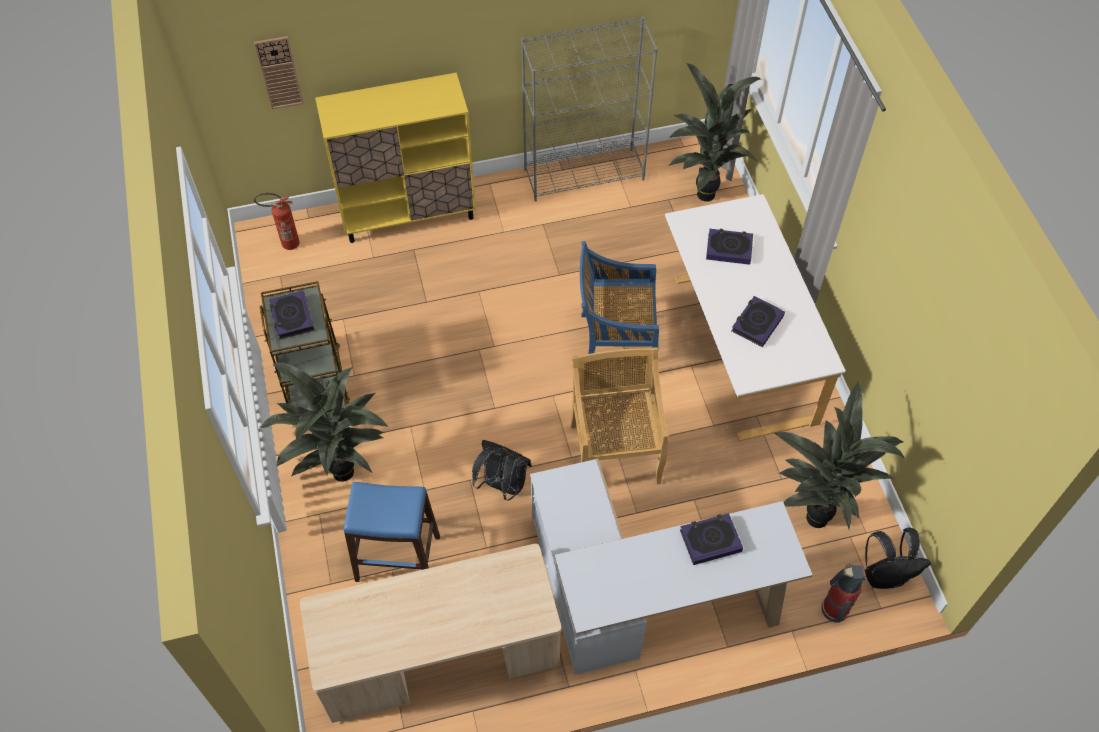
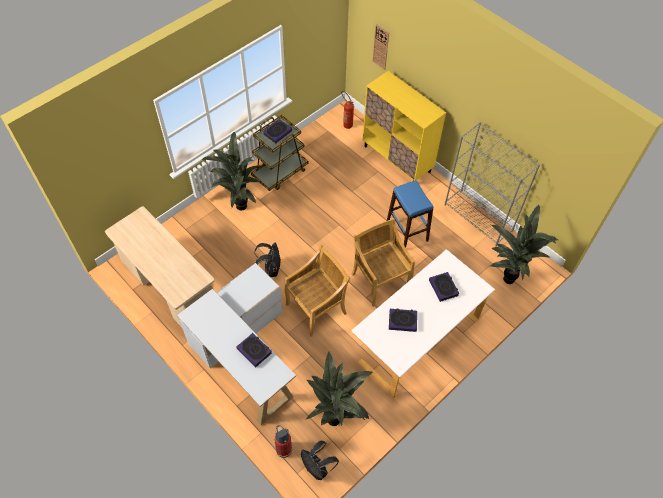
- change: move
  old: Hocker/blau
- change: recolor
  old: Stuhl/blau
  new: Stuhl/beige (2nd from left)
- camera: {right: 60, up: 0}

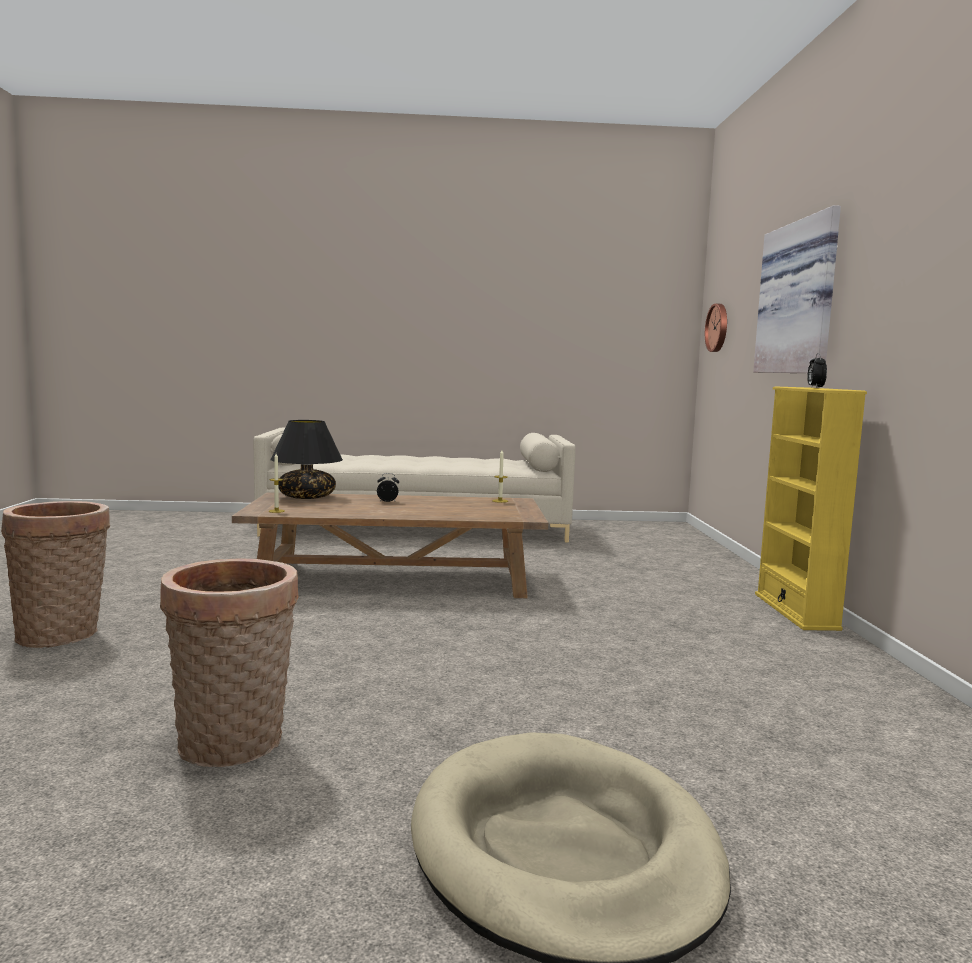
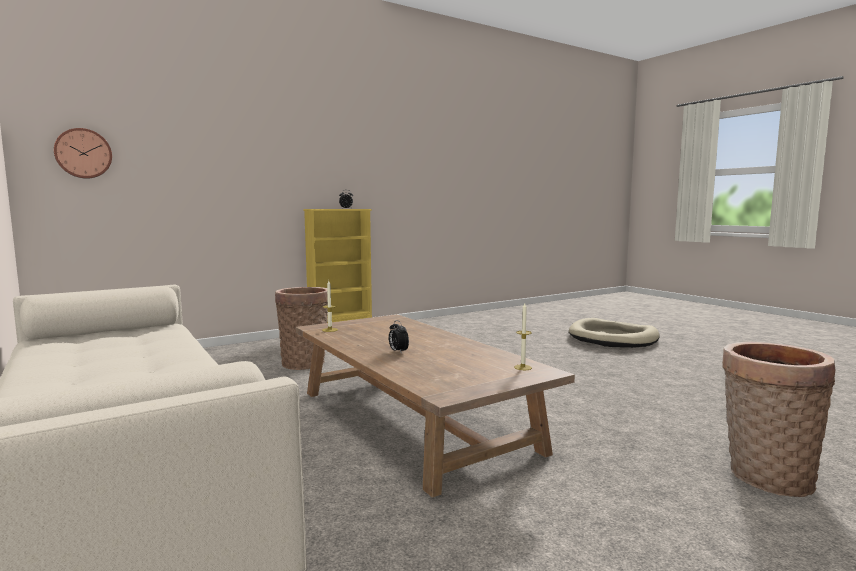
- change: delete
  old: Tischlampe/schwarz
- change: delete
  old: Bild
- change: move
  old: Korb (2nd from left in the first image)
  new: Korb (1st from left)
- camera: {right: -120, up: 0}

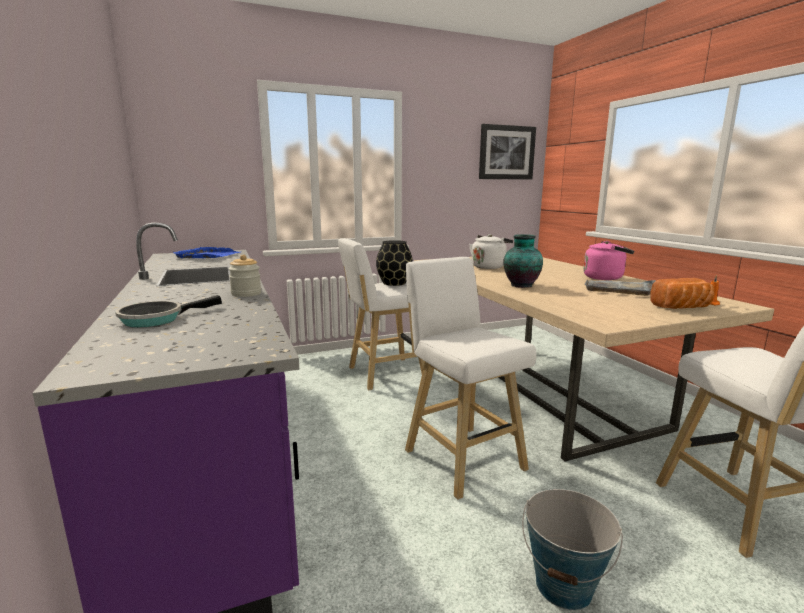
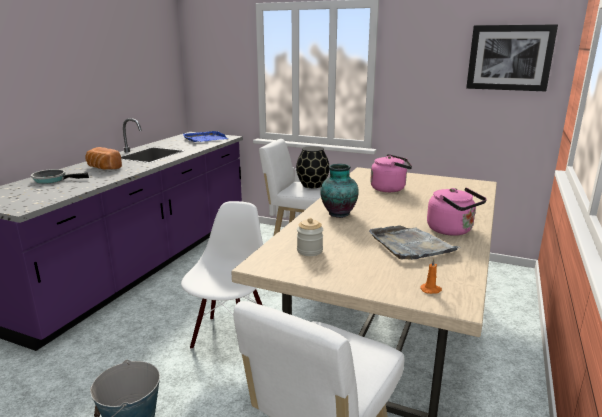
- change: move
  old: Vorratsglas
- change: move
  old: Brot
- change: replace
  old: Hocker/weiß (2nd from left)
  new: Stuhl/weiß
- change: recolor
  old: Wasserkessel/weiß
  new: Wasserkessel/rosa (1st from left)
- camera: {right: 45, up: 5}

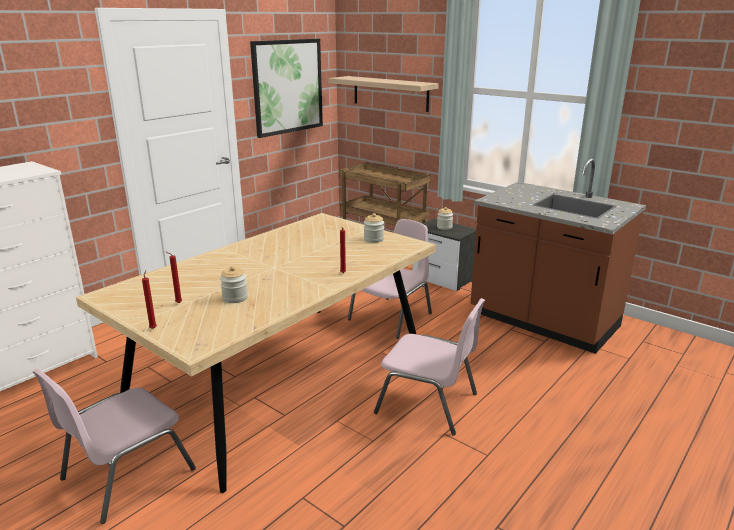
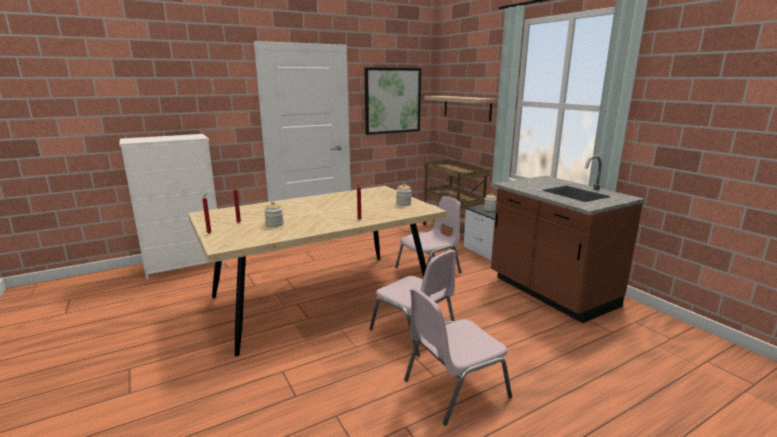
- change: move
  old: Stuhl/rosa (1st from left in the first image)
  new: Stuhl/rosa (3rd from left)
- camera: {right: 20, up: -5}

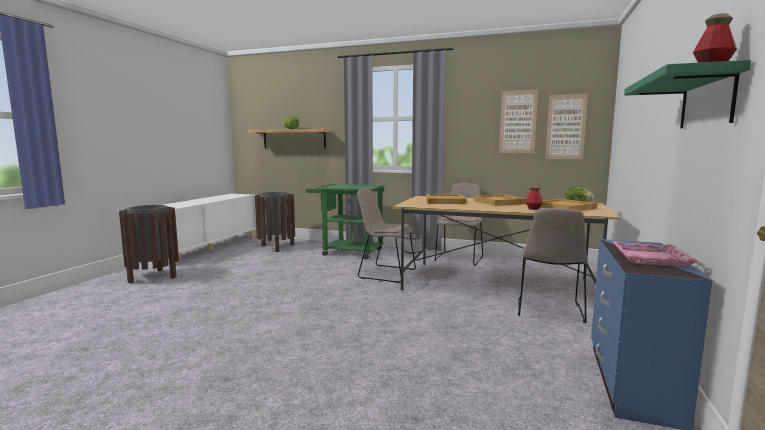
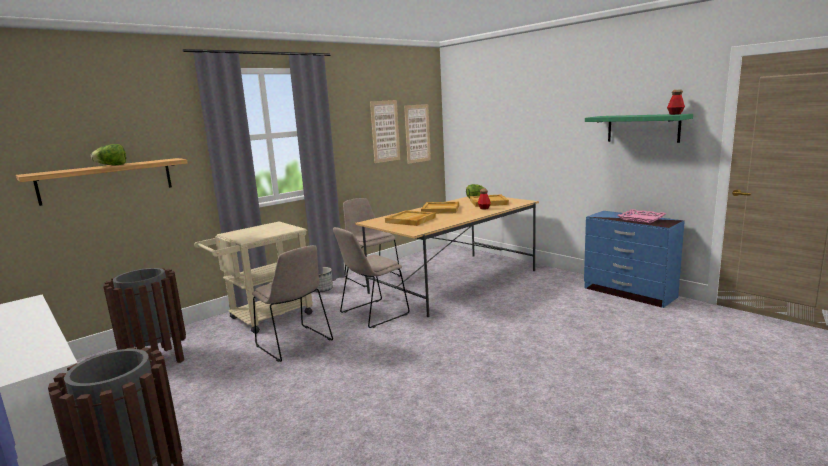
- change: move
  old: Stuhl/beige (3rd from left in the first image)
  new: Stuhl/beige (1st from left)
- change: recolor
  old: Rollwagen/grün
  new: Rollwagen/beige
- camera: {right: -60, up: 5}

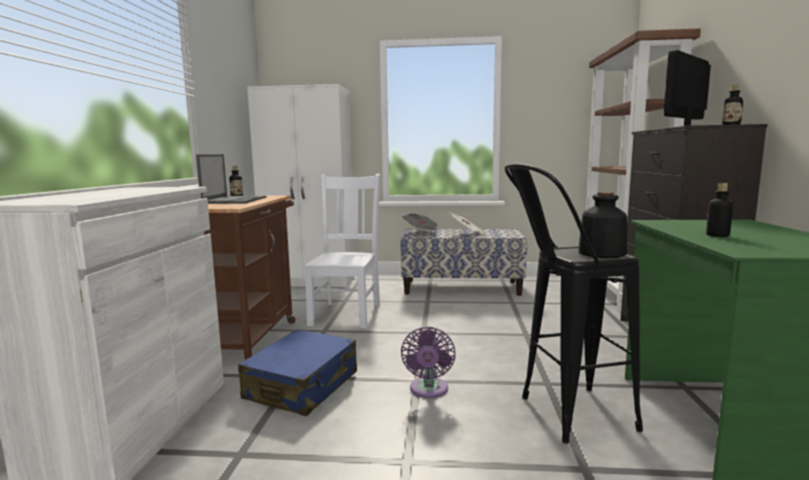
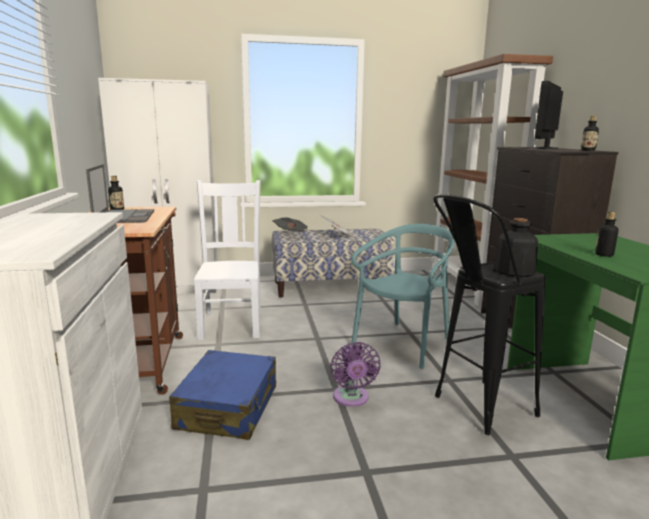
- change: insert
  new: Stuhl/türkis
- camera: {right: -15, up: 5}

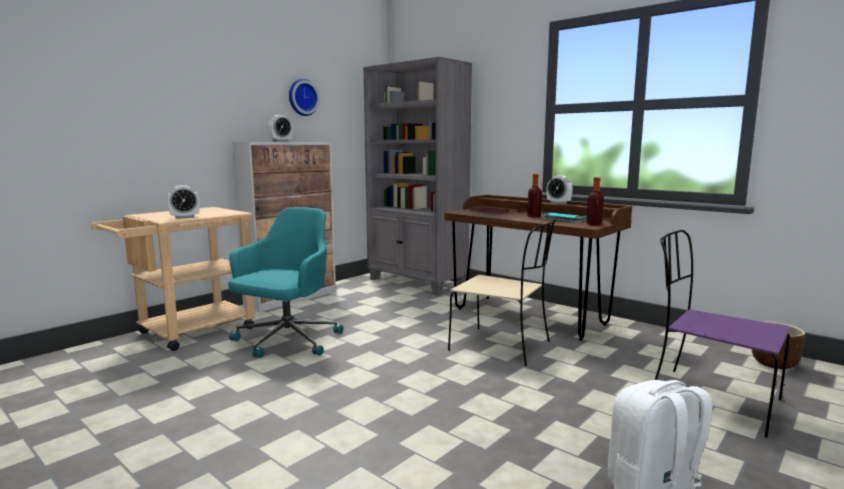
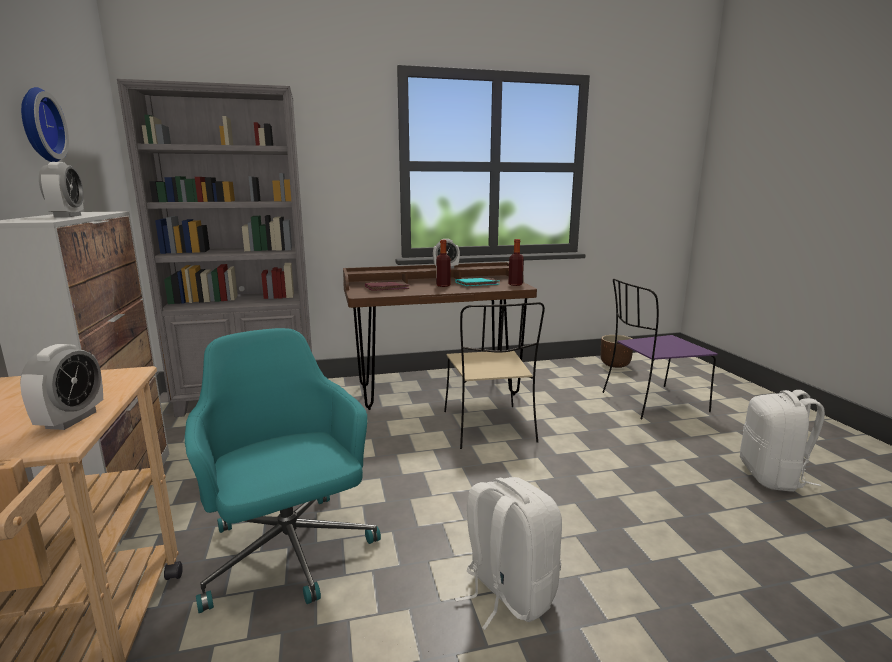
- change: insert
  new: Rucksack/weiß (1st from left)
- change: rotate
  old: Stuhl/beige
  degrees: 105
- camera: {right: -55, up: 5}

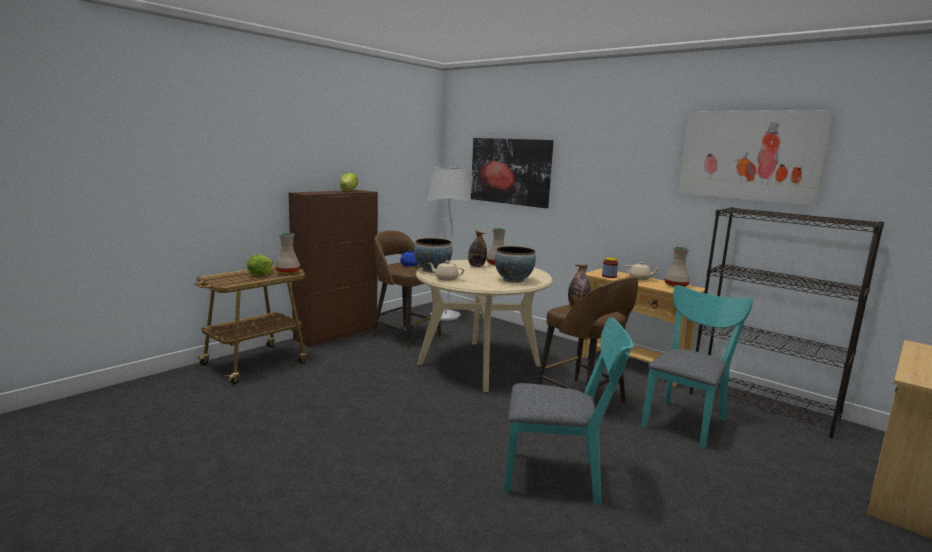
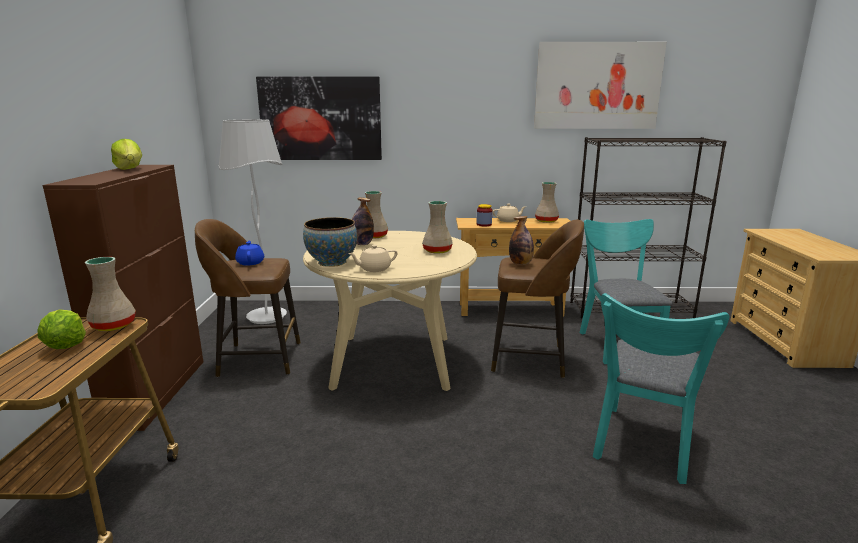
- change: replace
  old: Schüssel (2nd from left)
  new: Vase/beige (3rd from left)
- change: rotate
  old: Stuhl/türkis (1st from left in the first image)
  degrees: 150
- camera: {right: -40, up: 5}

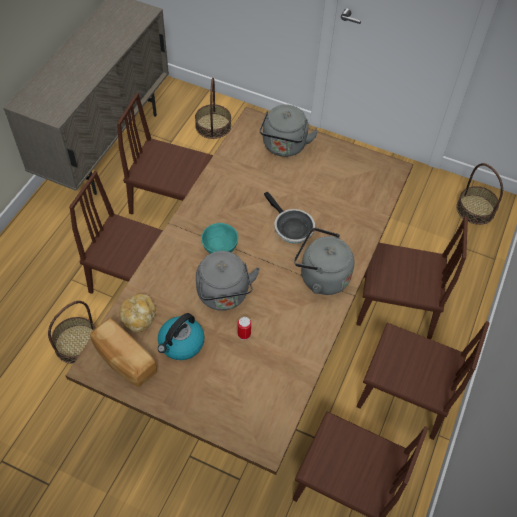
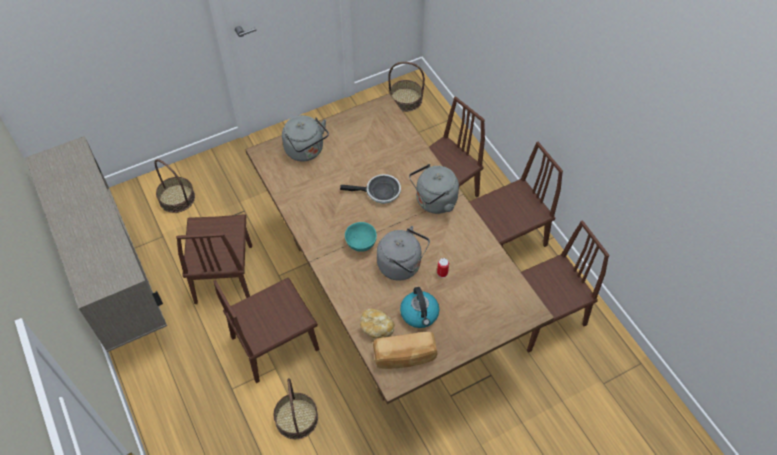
- change: rotate
  old: Stuhl/braun (2nd from left in the first image)
  degrees: -60
- camera: {right: -50, up: 0}

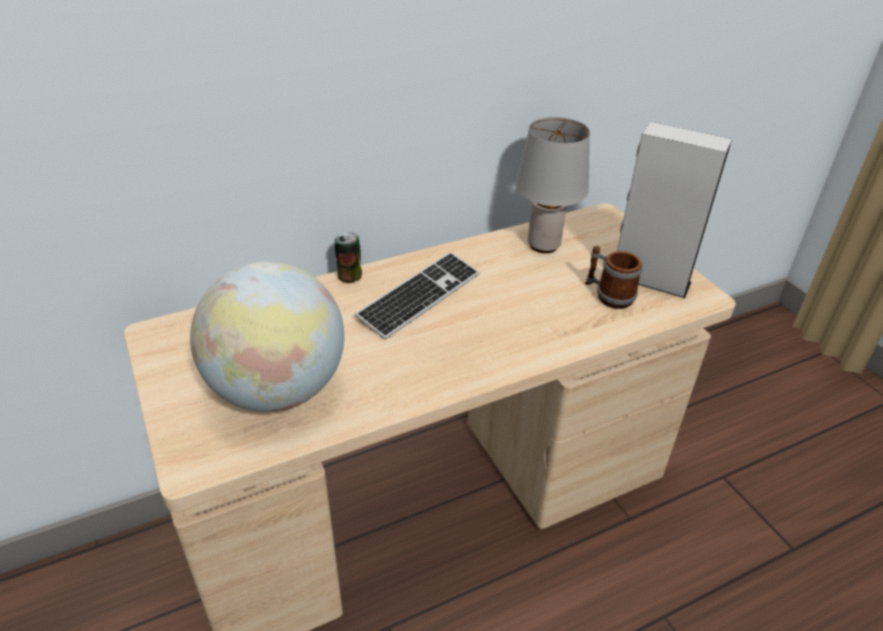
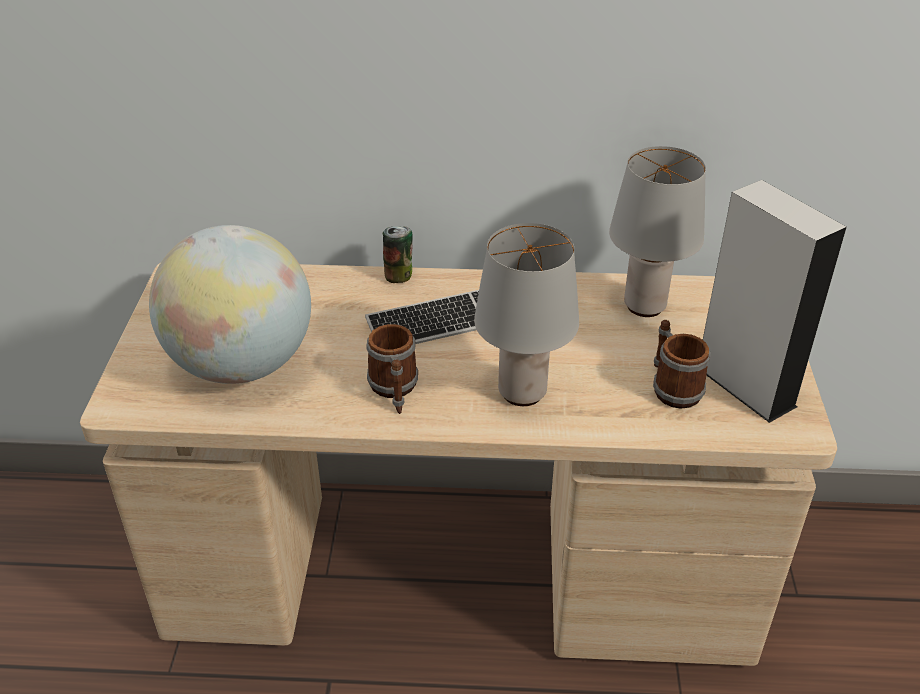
- change: insert
  new: Henkelbecher (1st from left)
- change: insert
  new: Tischlampe/grau (1st from left)
- camera: {right: 30, up: 0}

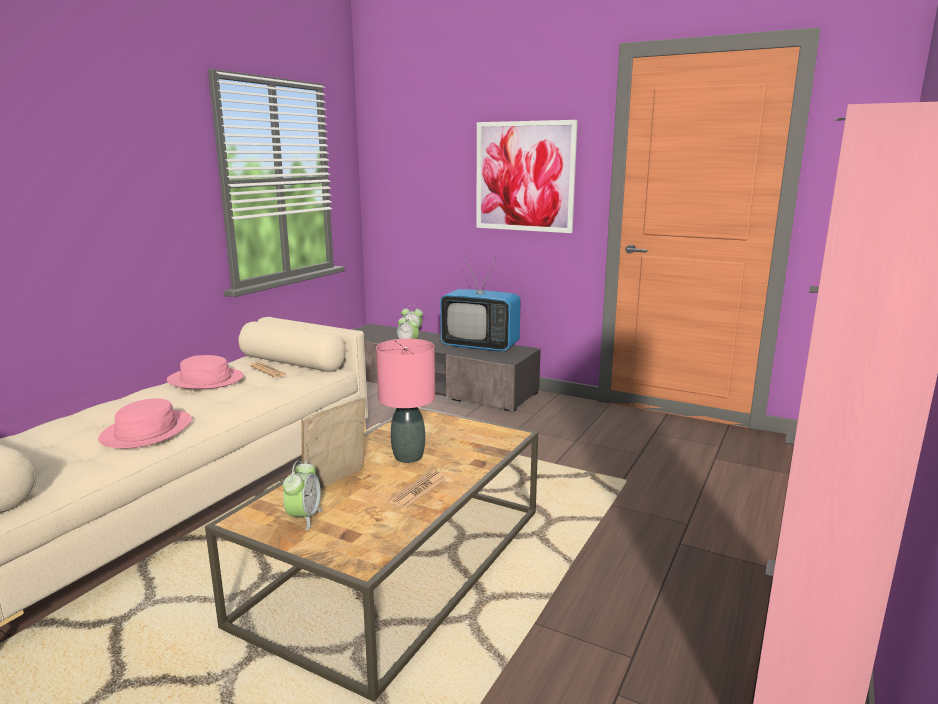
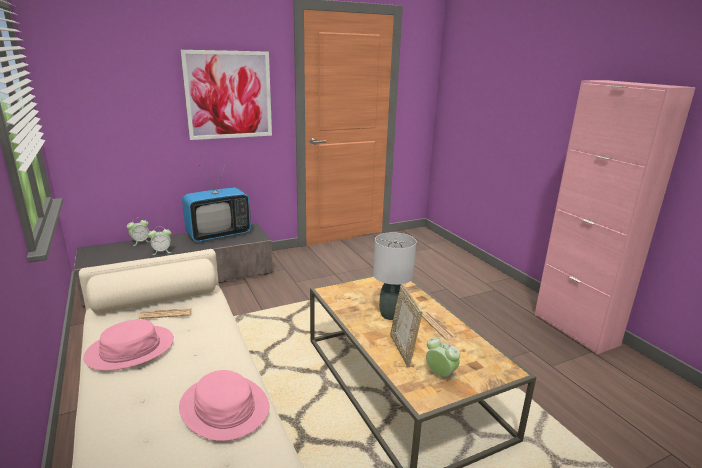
- change: recolor
  old: Tischlampe/rosa
  new: Tischlampe/grau
- camera: {right: -55, up: 5}

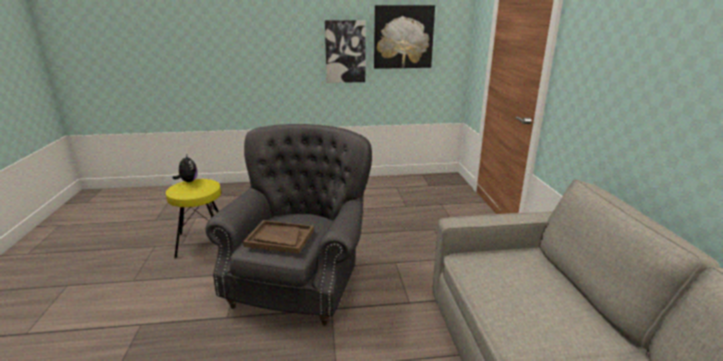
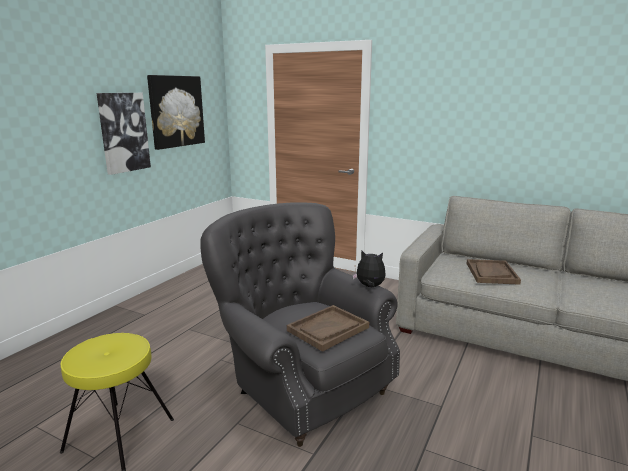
- change: insert
  new: Tablett/braun (2nd from left)
- change: move
  old: Plüschtier
- camera: {right: -55, up: -5}

